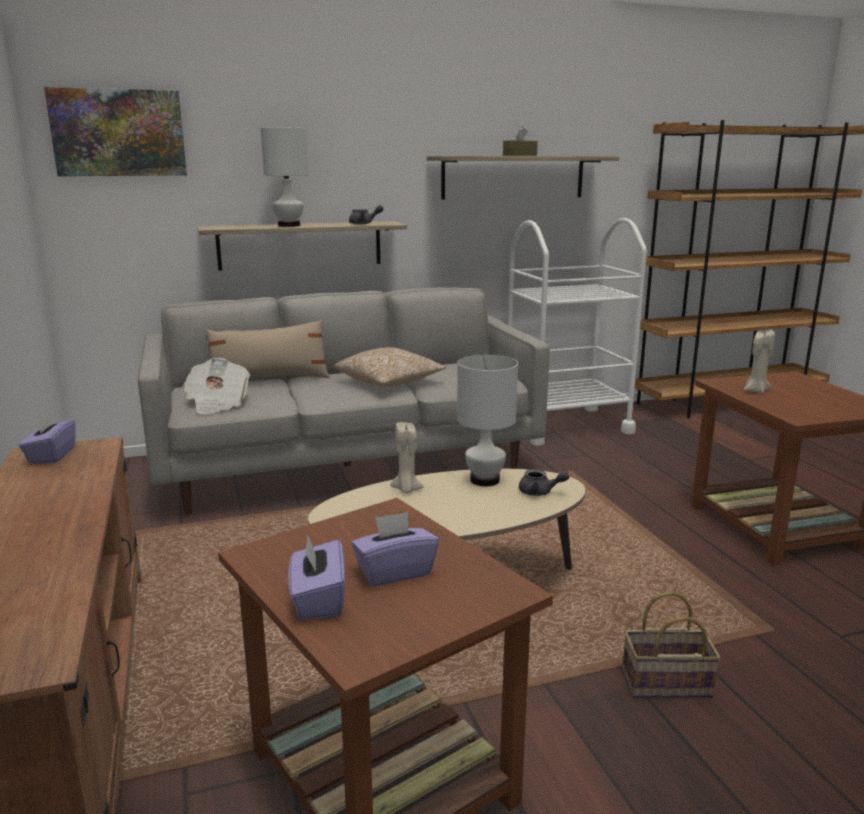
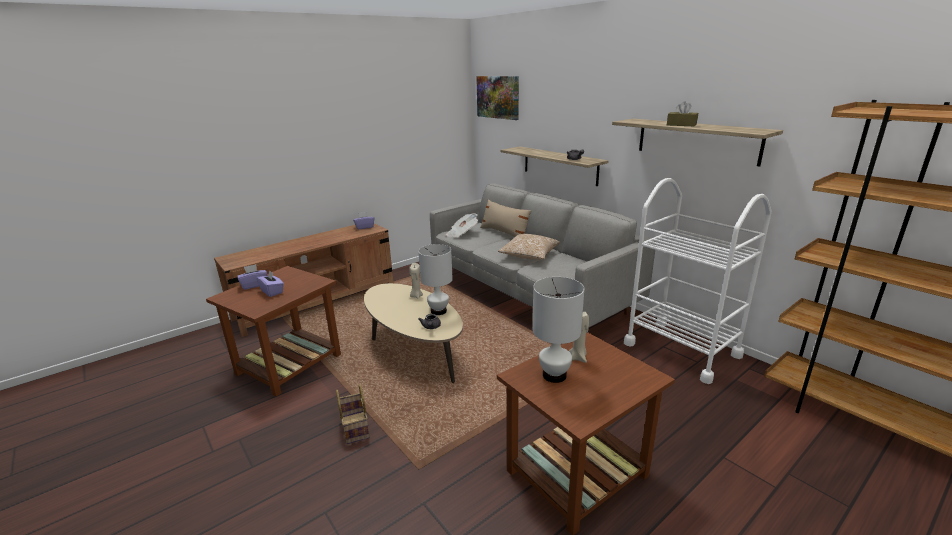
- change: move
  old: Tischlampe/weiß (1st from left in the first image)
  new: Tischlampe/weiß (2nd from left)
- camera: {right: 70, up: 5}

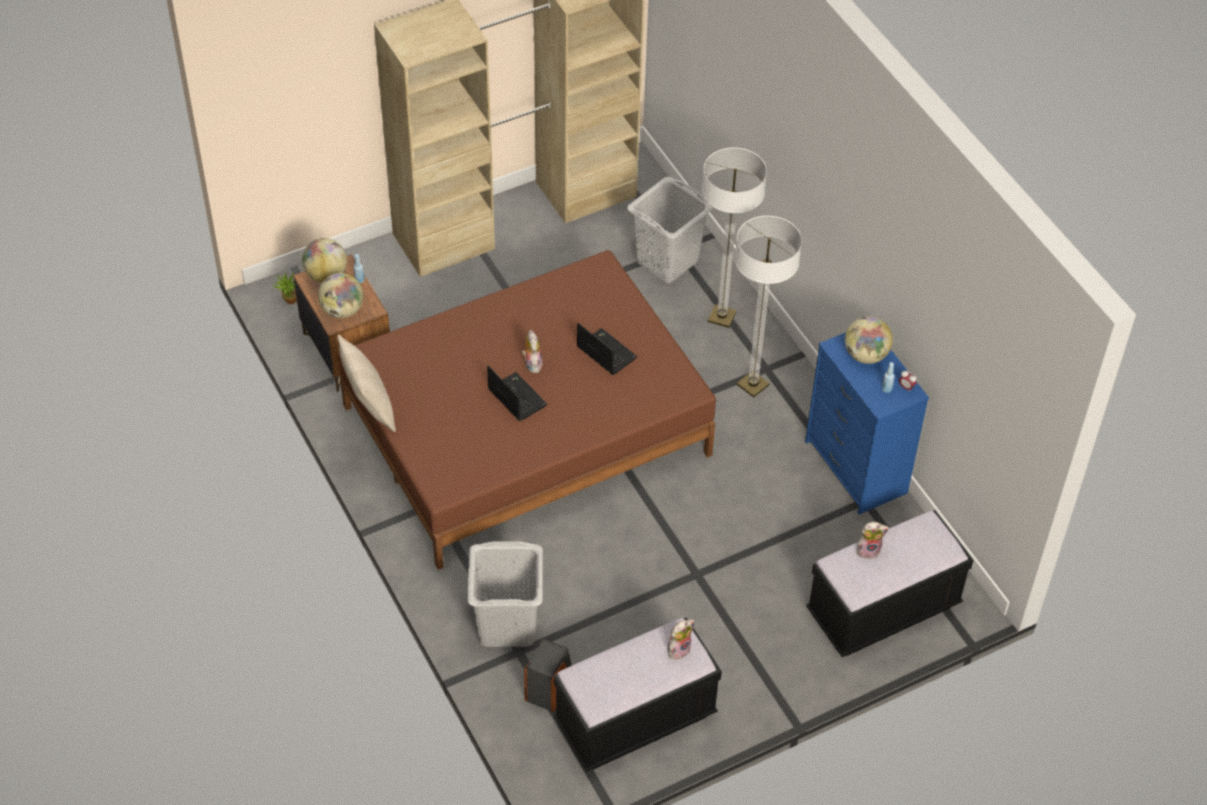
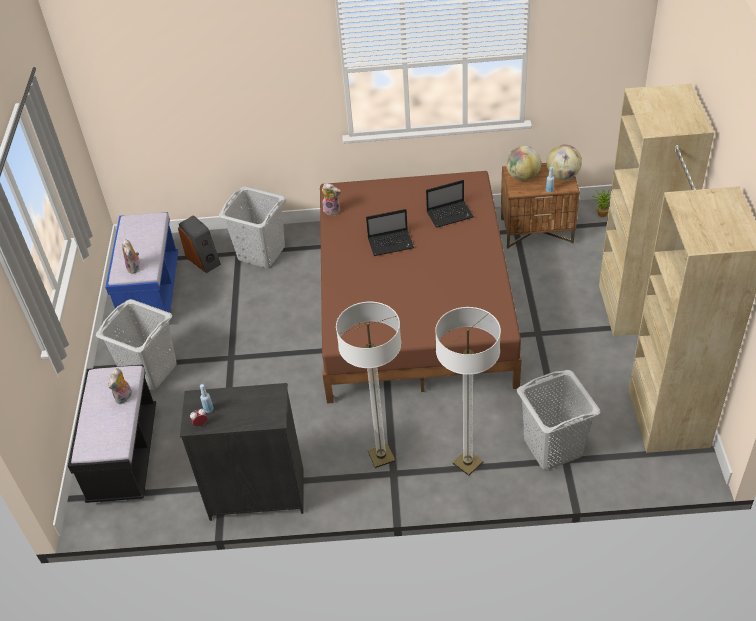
- change: delete
  old: Kissen/beige
- change: delete
  old: Globus (3rd from left)
- change: insert
  new: Wäschekorb/grau (1st from left)
- change: move
  old: Plüschtier (1st from left in the first image)
  new: Plüschtier (3rd from left)
- change: move
  old: Laptop (2nd from left)
- change: recolor
  old: Bank/schwarz (1st from left)
  new: Bank/blau
- change: recolor
  old: Kommode/blau
  new: Kommode/schwarz
- camera: {right: 120, up: -5}

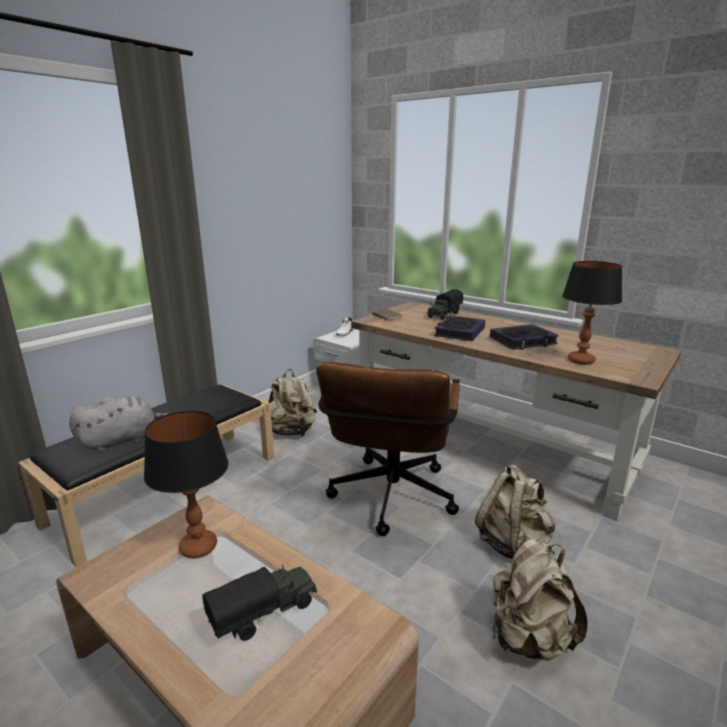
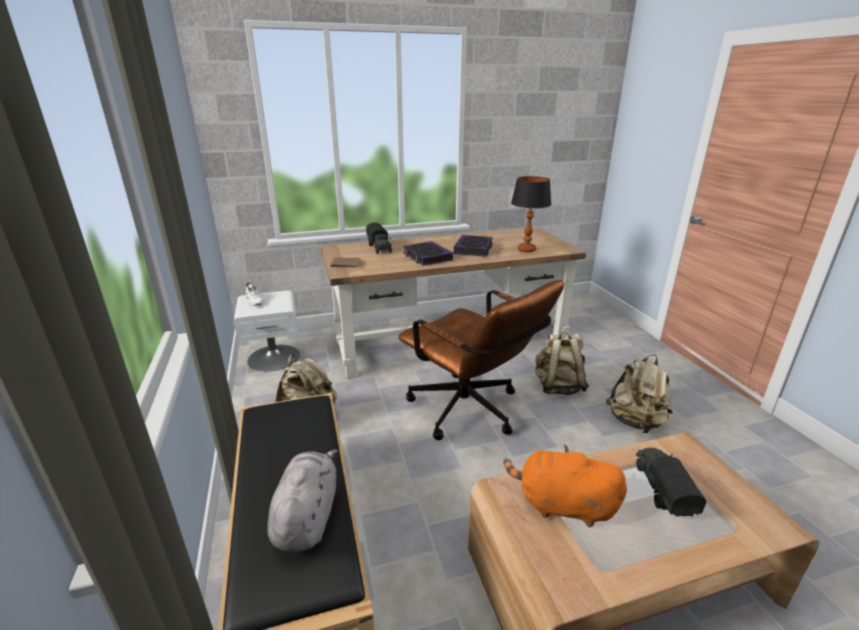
- change: replace
  old: Tischlampe (1st from left)
  new: Plüschtier/orange
- camera: {right: -55, up: 5}

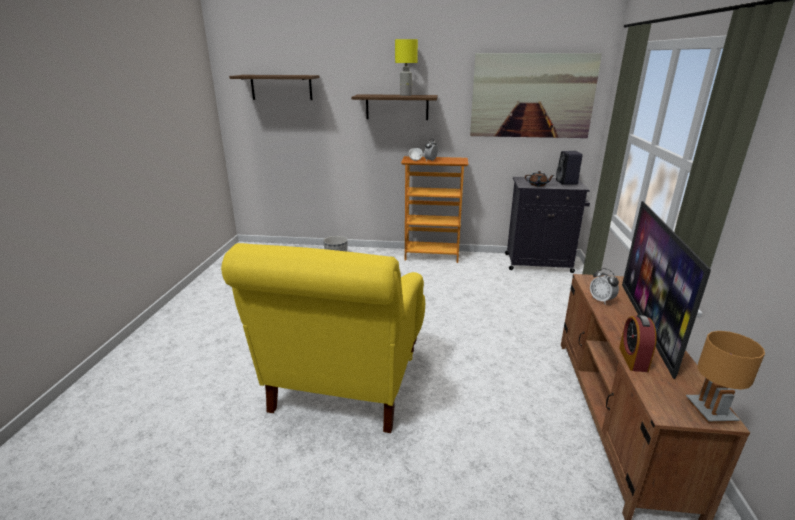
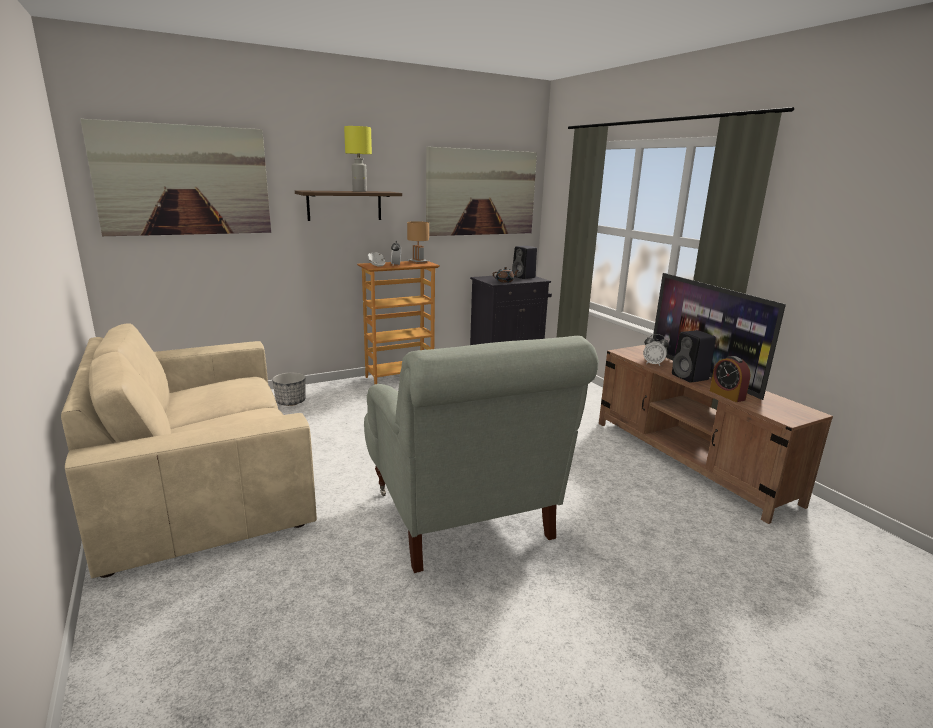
- change: insert
  new: Sofa/beige
- change: insert
  new: Lautsprecher/schwarz (2nd from left)
- change: move
  old: Tischlampe/braun
- change: replace
  old: Wandregal (1st from left)
  new: Bild (1st from left)
- change: recolor
  old: Sessel/gelb
  new: Sessel/grau
- camera: {right: -35, up: -5}

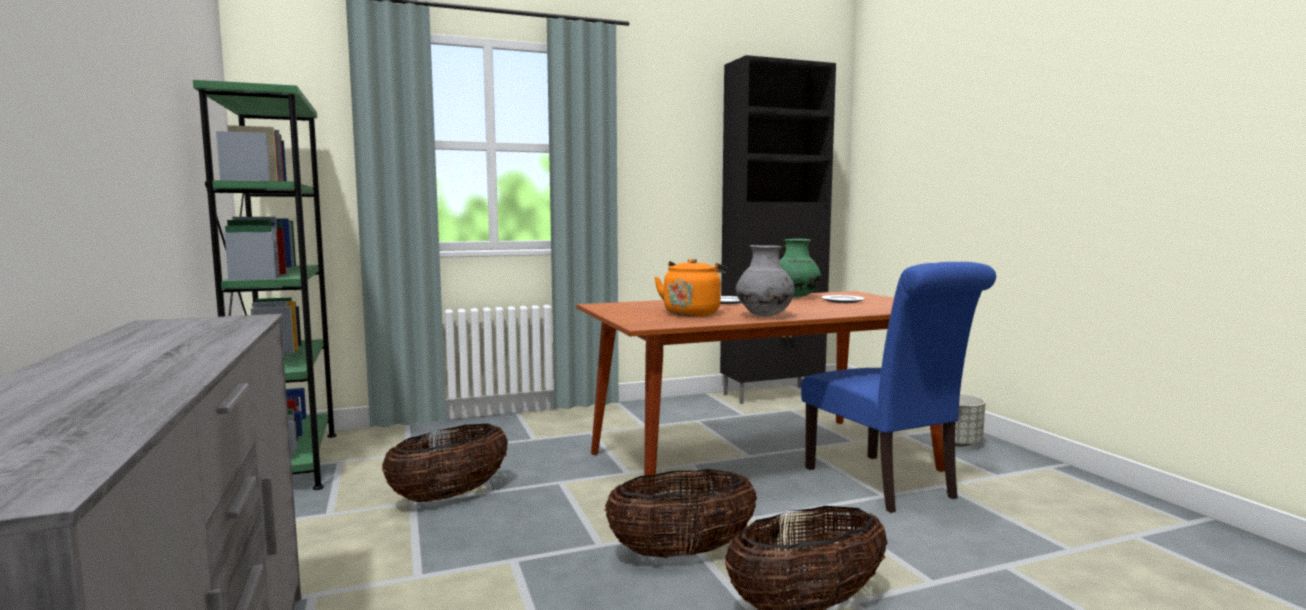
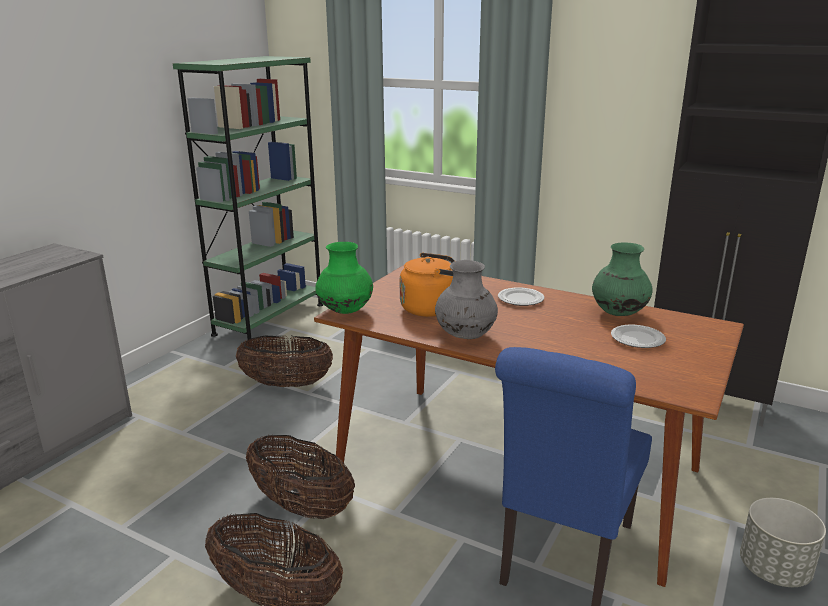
- change: insert
  new: Vase/grün (1st from left)
- camera: {right: 50, up: 15}

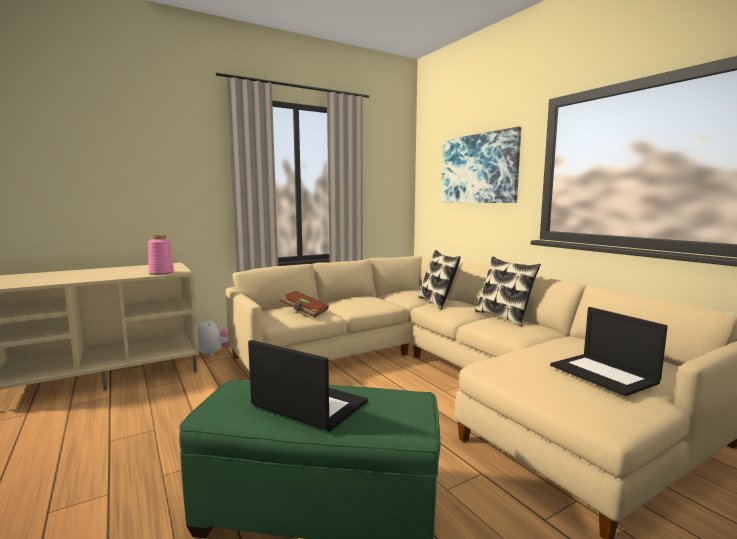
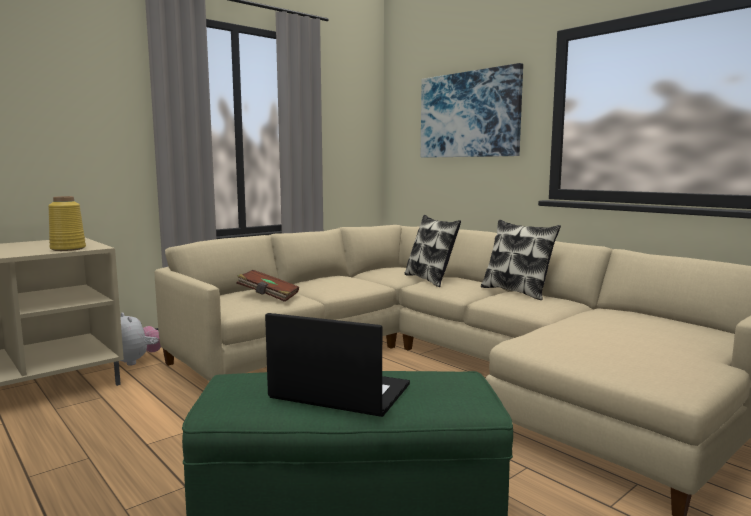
- change: delete
  old: Laptop (2nd from left)
- change: recolor
  old: Vase/rosa
  new: Vase/gelb
- camera: {right: -10, up: 0}

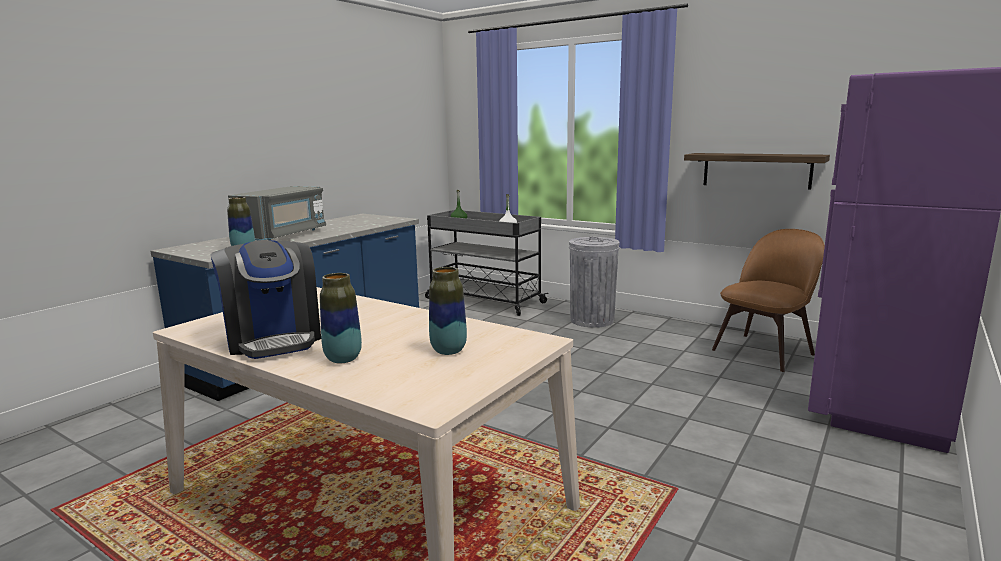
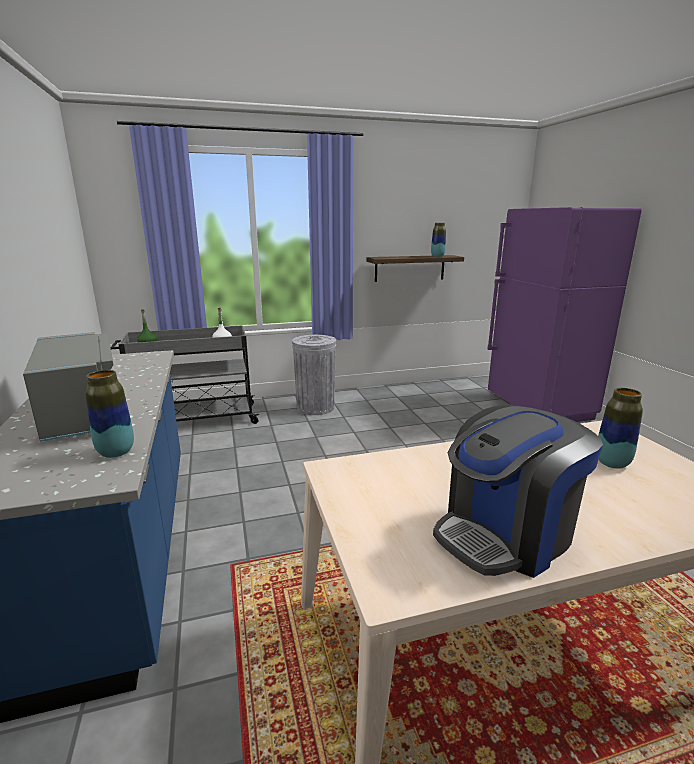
- change: delete
  old: Stuhl/braun
- change: move
  old: Vase (2nd from left)
- change: rotate
  old: Kaffeemaschine
  degrees: 135
- camera: {right: -50, up: 5}

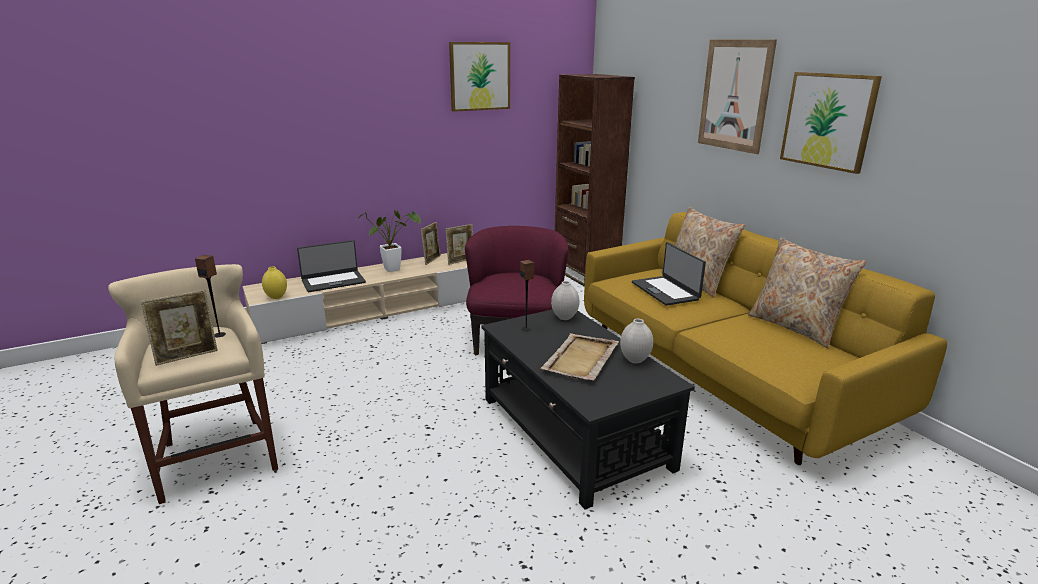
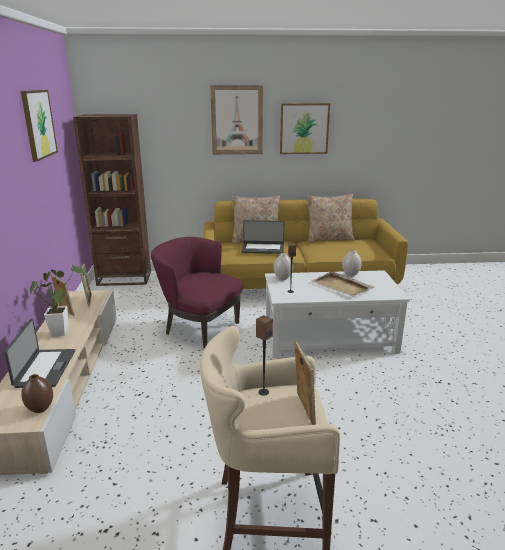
- change: recolor
  old: Vase/gelb
  new: Vase/braun
- change: recolor
  old: Couchtisch/schwarz
  new: Couchtisch/weiß
- camera: {right: -65, up: 0}

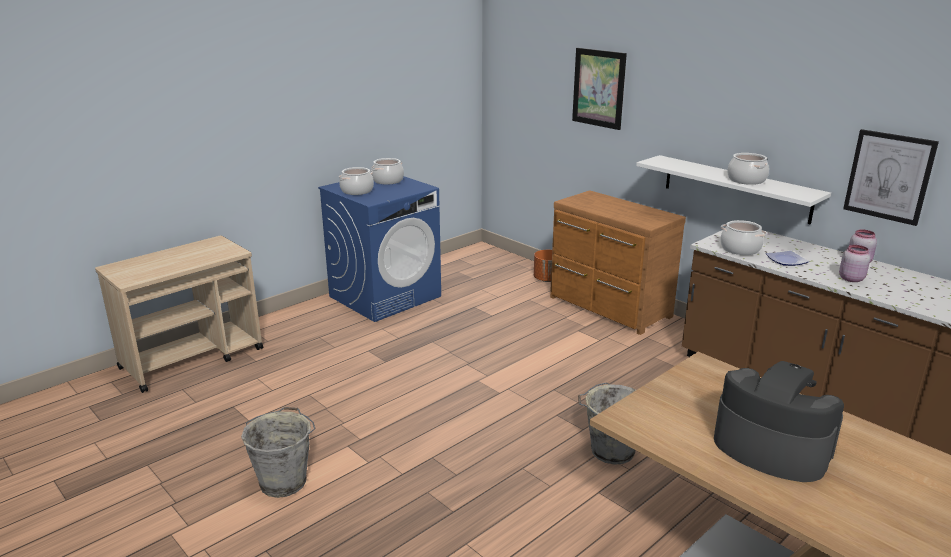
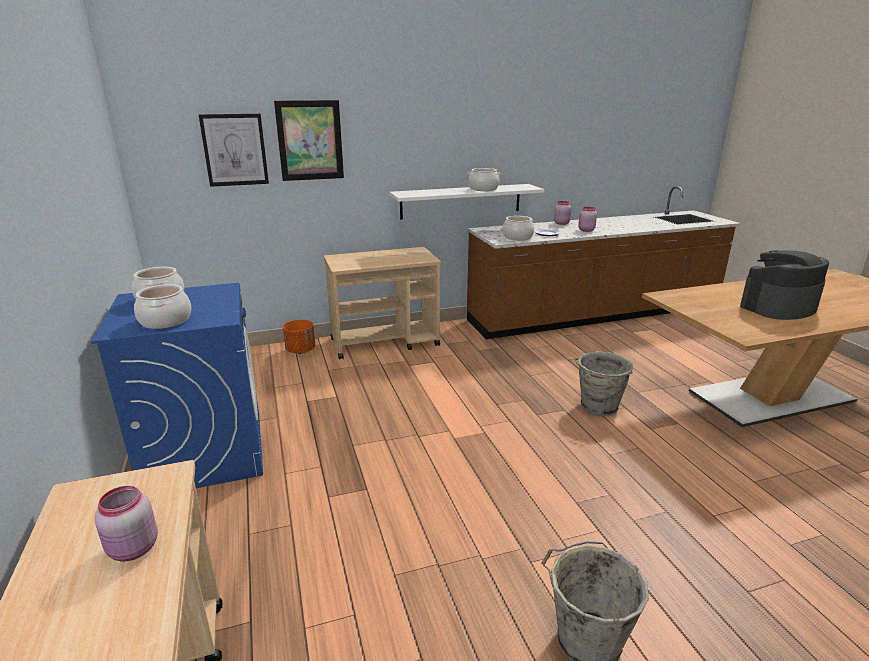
- change: insert
  new: Vorratsglas/rosa (1st from left)
- change: move
  old: Bild (2nd from left in the first image)
  new: Bild (1st from left)
- change: replace
  old: Kommode/braun
  new: Rollwagen/beige (2nd from left)
- camera: {right: -65, up: 0}

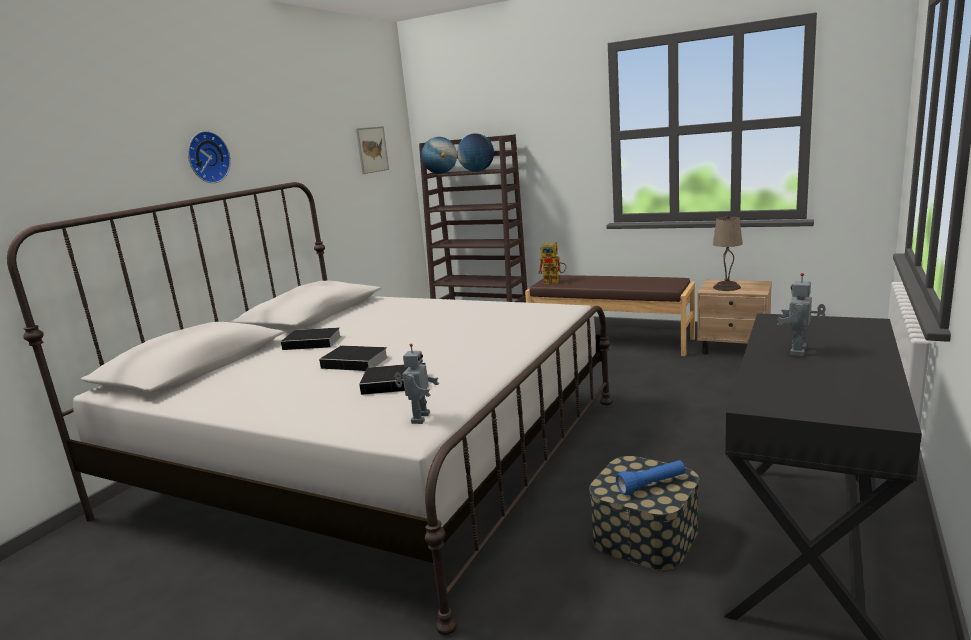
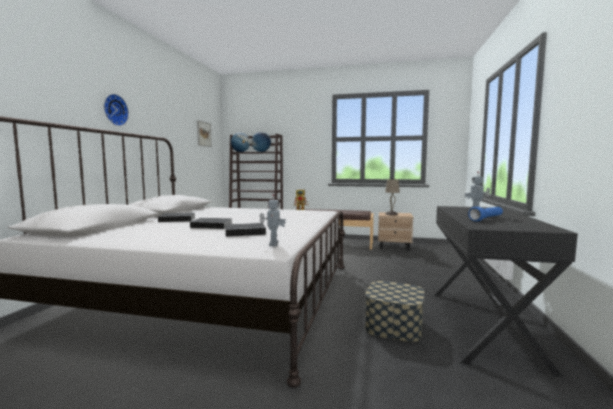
- change: move
  old: Taschenlampe/blau
- camera: {right: -15, up: -10}

